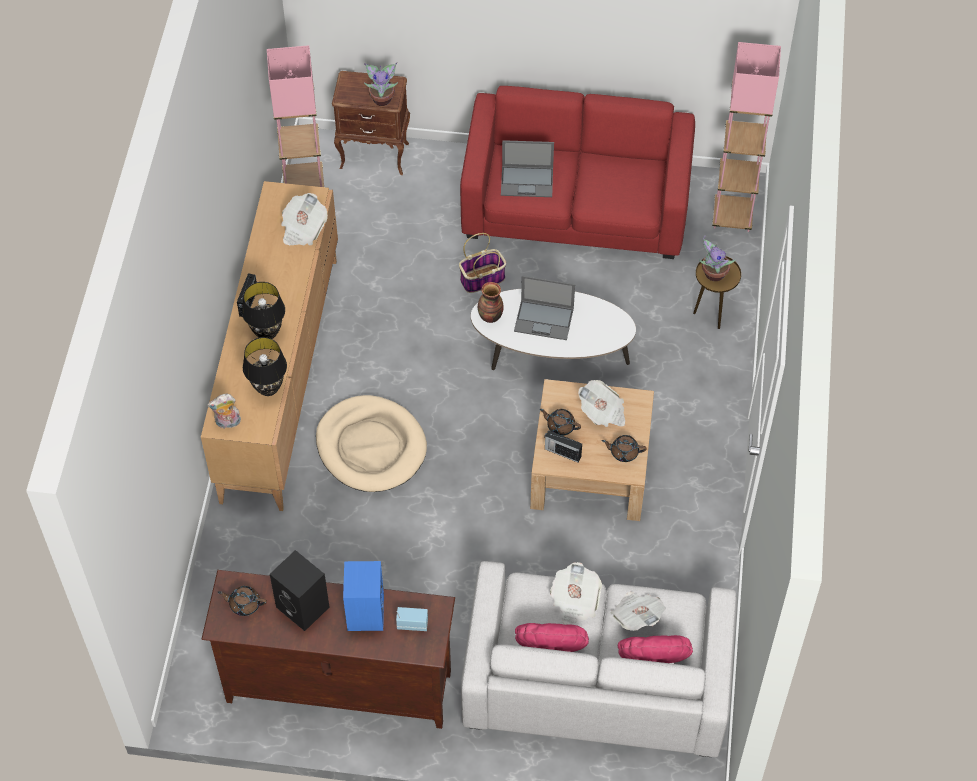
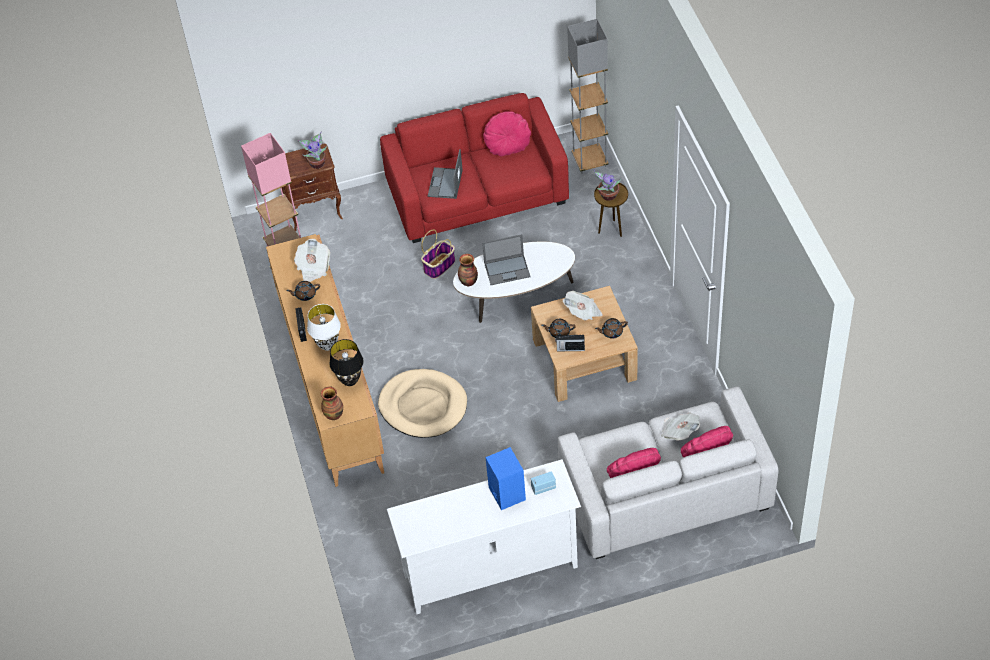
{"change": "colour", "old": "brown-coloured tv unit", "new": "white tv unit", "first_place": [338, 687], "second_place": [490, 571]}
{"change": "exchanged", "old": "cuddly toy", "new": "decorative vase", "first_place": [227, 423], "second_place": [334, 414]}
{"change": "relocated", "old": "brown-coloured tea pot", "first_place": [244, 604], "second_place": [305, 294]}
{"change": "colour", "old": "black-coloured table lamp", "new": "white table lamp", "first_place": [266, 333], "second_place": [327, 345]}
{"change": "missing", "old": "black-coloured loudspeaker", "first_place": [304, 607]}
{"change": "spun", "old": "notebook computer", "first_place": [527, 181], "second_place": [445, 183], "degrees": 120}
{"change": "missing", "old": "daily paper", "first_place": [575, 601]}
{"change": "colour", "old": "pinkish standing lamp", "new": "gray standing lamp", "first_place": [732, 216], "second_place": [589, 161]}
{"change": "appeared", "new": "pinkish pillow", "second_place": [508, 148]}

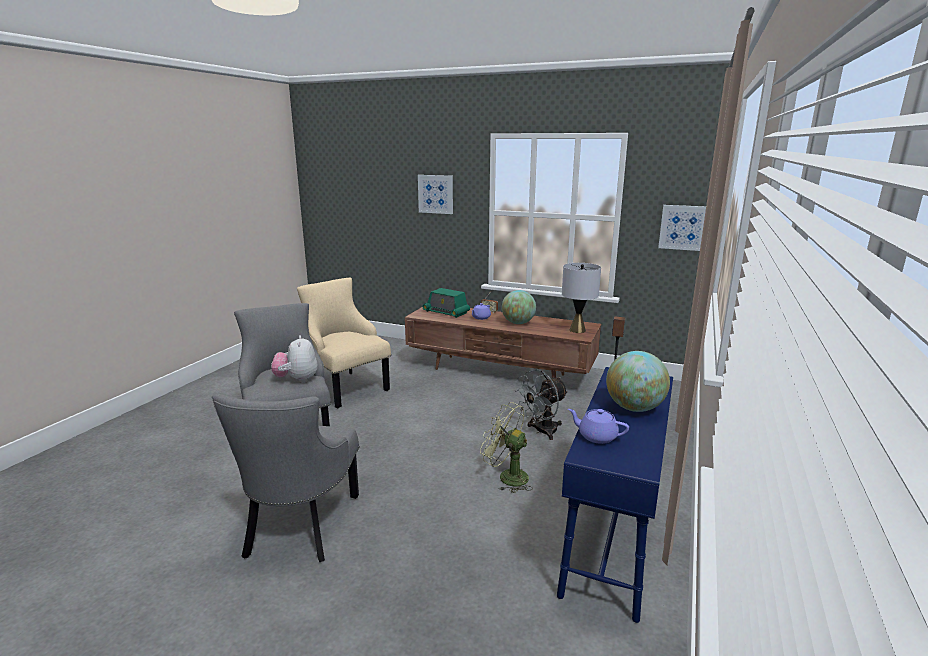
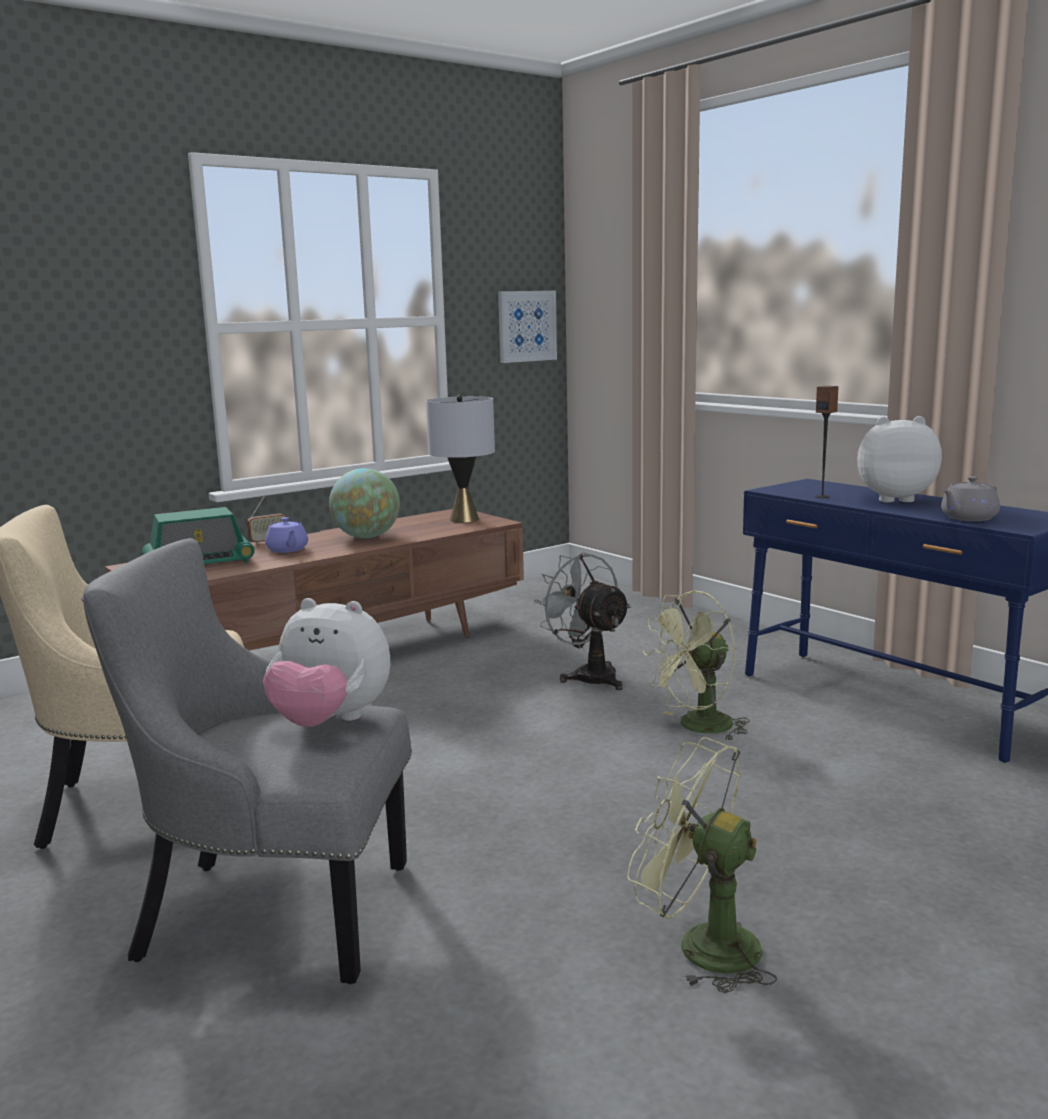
{"change": "exchanged", "old": "gray easy chair", "new": "green-coloured electric fan", "first_place": [301, 523], "second_place": [701, 946]}
{"change": "missing", "old": "wall picture", "first_place": [435, 194]}
{"change": "spun", "old": "gray electric fan", "first_place": [541, 431], "second_place": [589, 676], "degrees": 150}
{"change": "colour", "old": "purple-coloured tea pot", "new": "gray tea pot", "first_place": [596, 436], "second_place": [968, 518]}
{"change": "exchanged", "old": "globe", "new": "cuddly toy", "first_place": [634, 408], "second_place": [893, 499]}

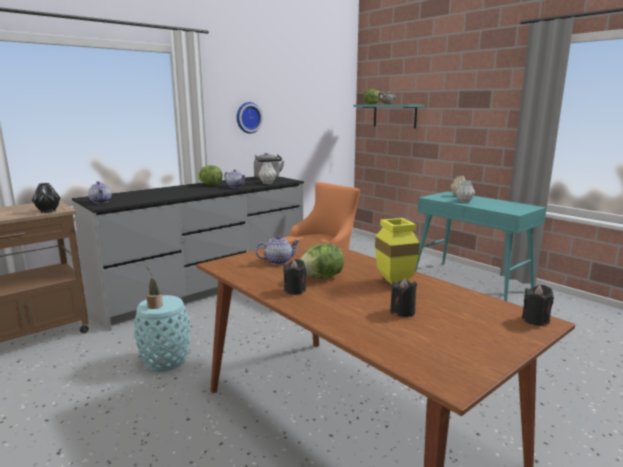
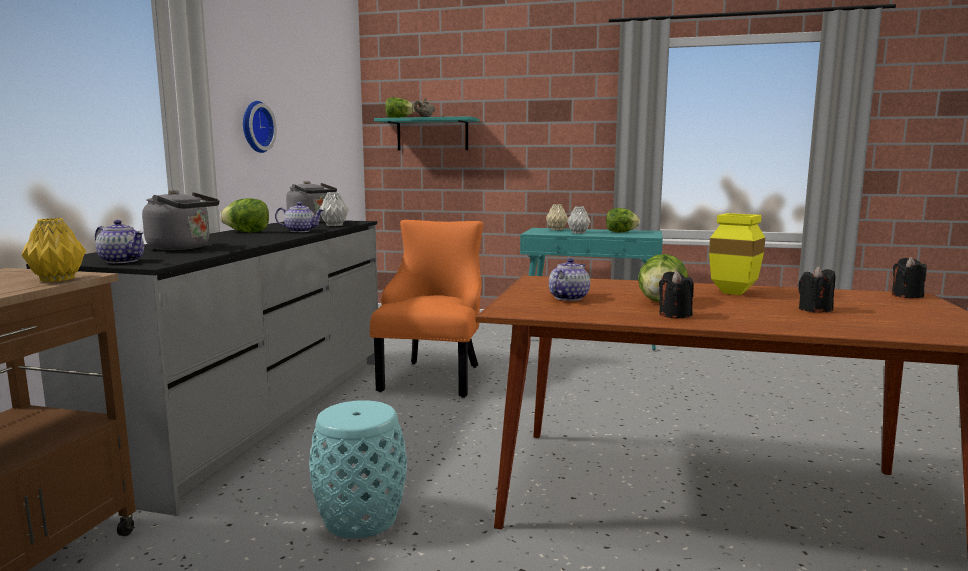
{"change": "colour", "old": "black-coloured decorative vase", "new": "yellow decorative vase", "first_place": [48, 211], "second_place": [57, 279]}
{"change": "missing", "old": "plant in a pot", "first_place": [154, 305]}
{"change": "appeared", "new": "gray water kettle", "second_place": [183, 248]}
{"change": "appeared", "new": "lettuce head", "second_place": [620, 232]}

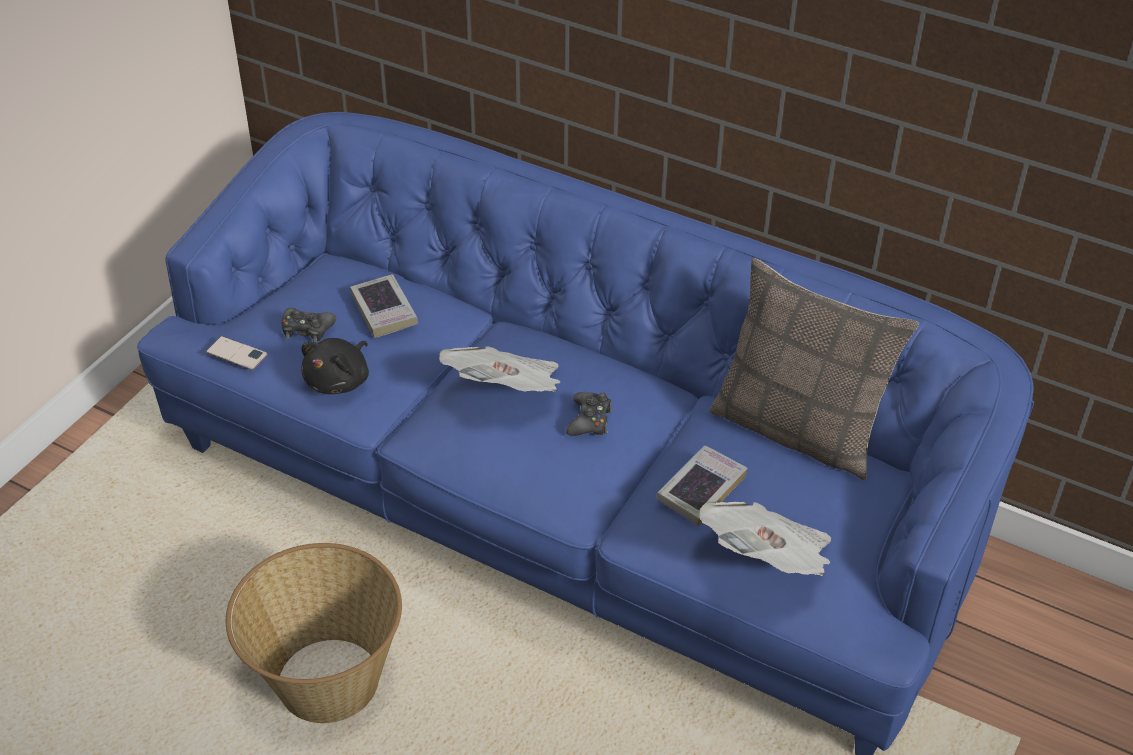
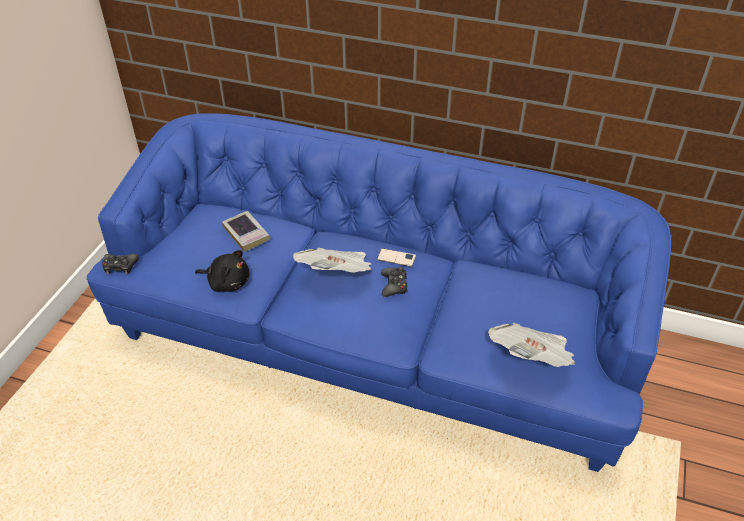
{"change": "relocated", "old": "handset", "first_place": [237, 353], "second_place": [396, 258]}
{"change": "missing", "old": "basket", "first_place": [326, 682]}
{"change": "relocated", "old": "black-coloured joypad", "first_place": [307, 329], "second_place": [120, 266]}
{"change": "spun", "old": "black-coloured cuddly toy", "first_place": [339, 381], "second_place": [227, 282], "degrees": -90}
{"change": "missing", "old": "bound book", "first_place": [701, 489]}
{"change": "missing", "old": "pillow", "first_place": [798, 429]}

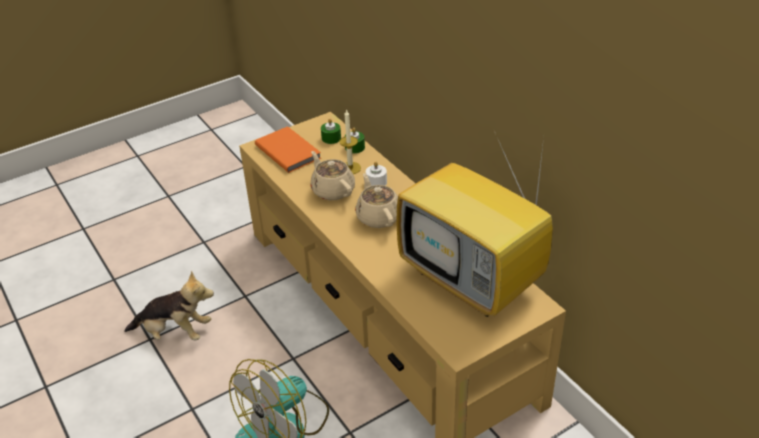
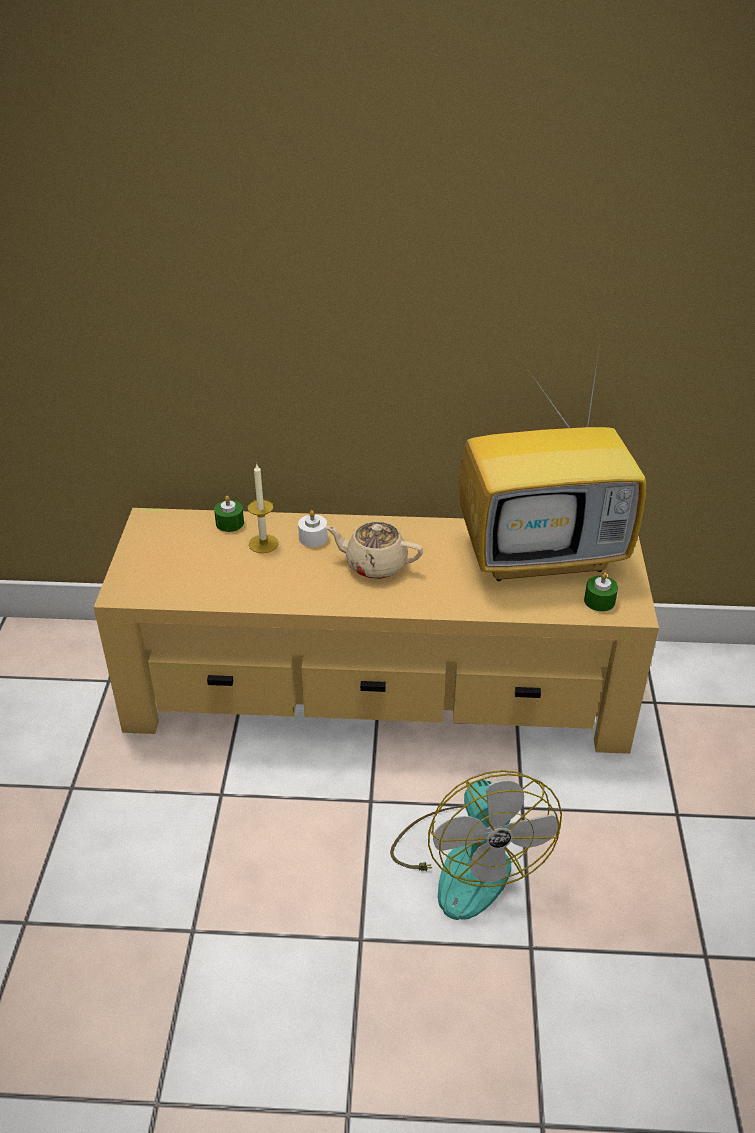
{"change": "missing", "old": "cuddly toy", "first_place": [175, 332]}
{"change": "missing", "old": "orange-coloured bound book", "first_place": [288, 151]}
{"change": "missing", "old": "sand-coloured tea pot", "first_place": [332, 190]}
{"change": "relocated", "old": "green-coloured candle", "first_place": [331, 138], "second_place": [599, 601]}

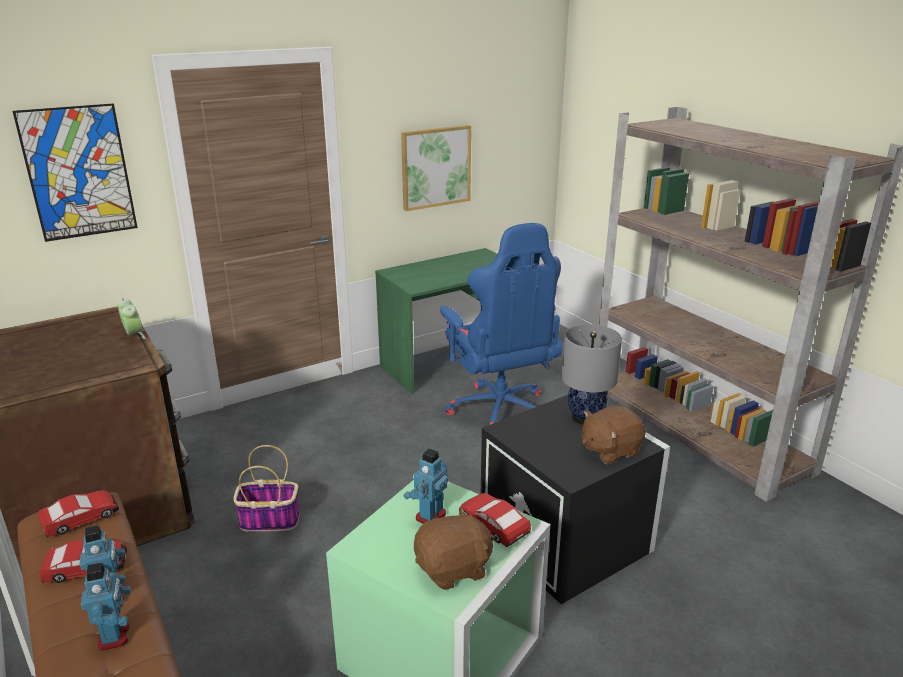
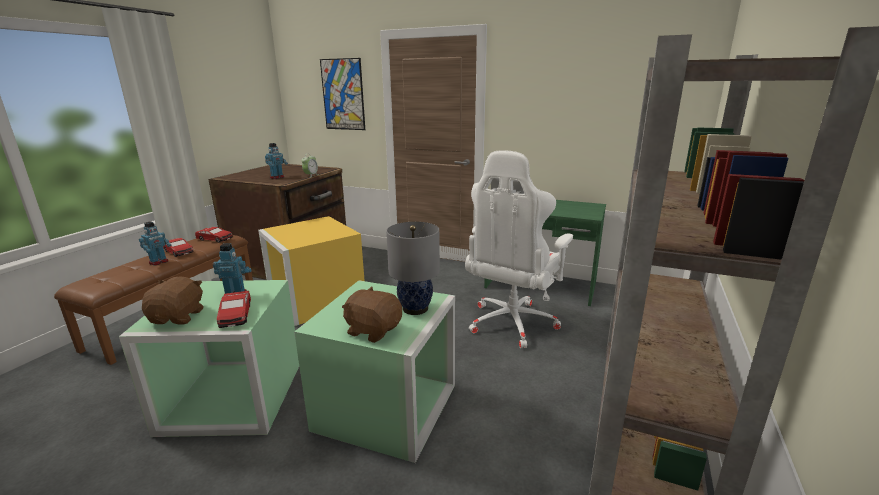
{"change": "relocated", "old": "robot figure", "first_place": [115, 636], "second_place": [277, 177]}
{"change": "exchanged", "old": "basket", "new": "yellow storage box", "first_place": [268, 520], "second_place": [315, 299]}
{"change": "missing", "old": "wall picture", "first_place": [435, 167]}
{"change": "spun", "old": "brown-coloured cuddly toy", "first_place": [453, 569], "second_place": [179, 317], "degrees": -120}
{"change": "colour", "old": "bluish computer chair", "new": "white computer chair", "first_place": [499, 411], "second_place": [512, 322]}
{"change": "spun", "old": "miniature car", "first_place": [493, 525], "second_place": [235, 315], "degrees": 150}
{"change": "colour", "old": "black-coloured storage box", "new": "green-coloured storage box", "first_place": [568, 540], "second_place": [387, 408]}

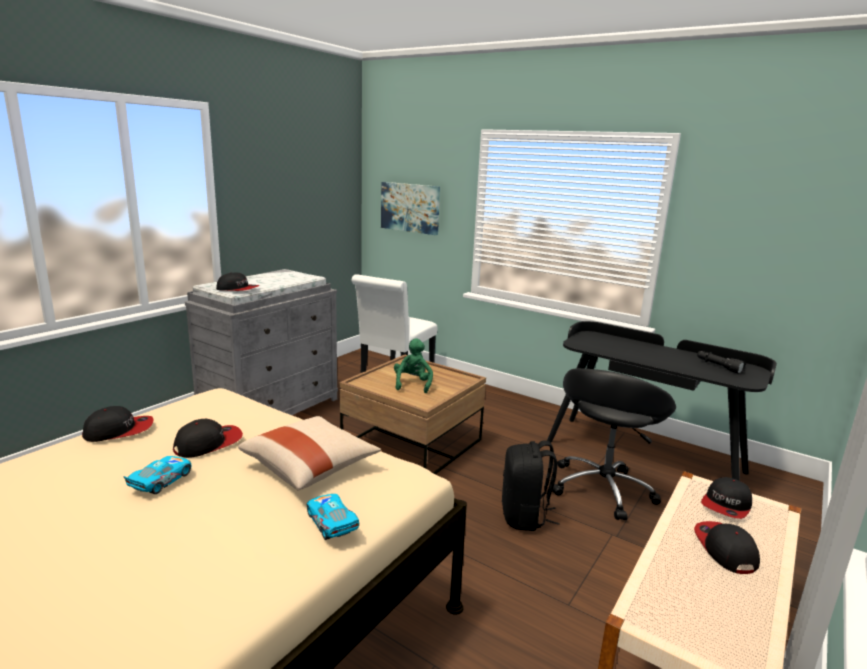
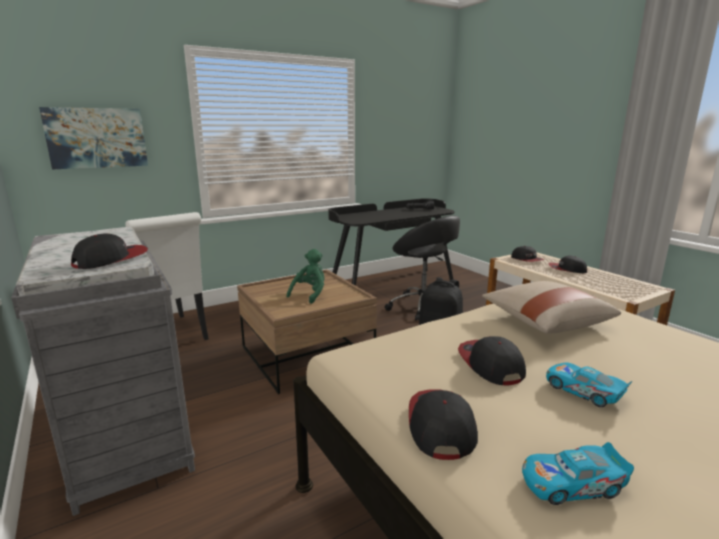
{"change": "relocated", "old": "miniature car", "first_place": [331, 523], "second_place": [571, 484]}
{"change": "spun", "old": "green-coloured cuddly toy", "first_place": [413, 384], "second_place": [310, 294], "degrees": 90}

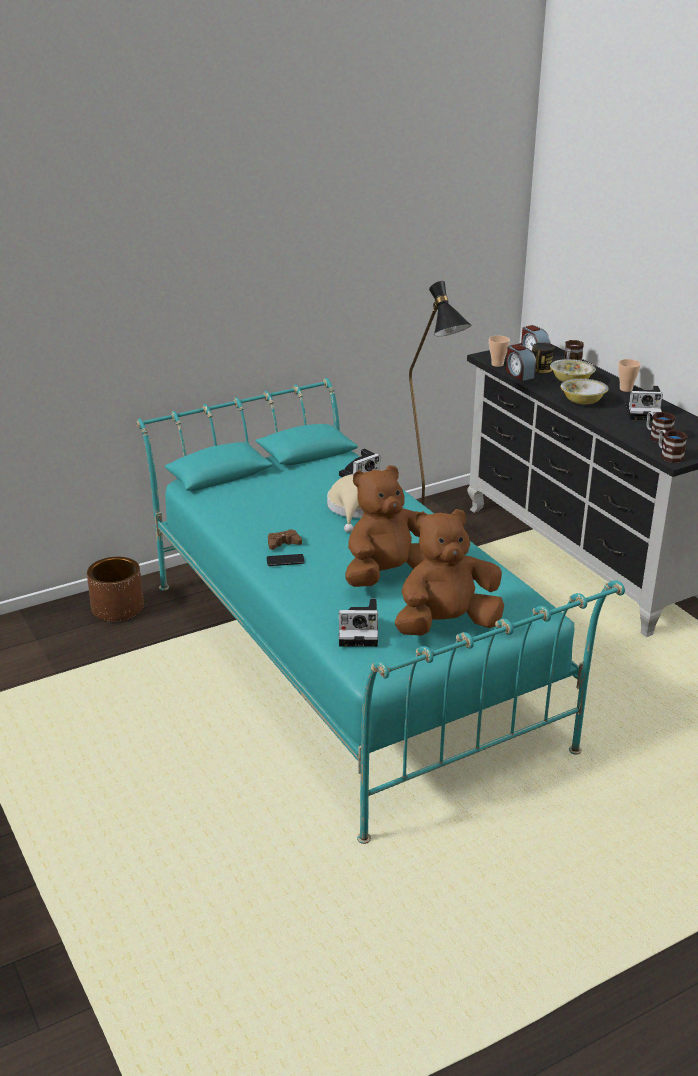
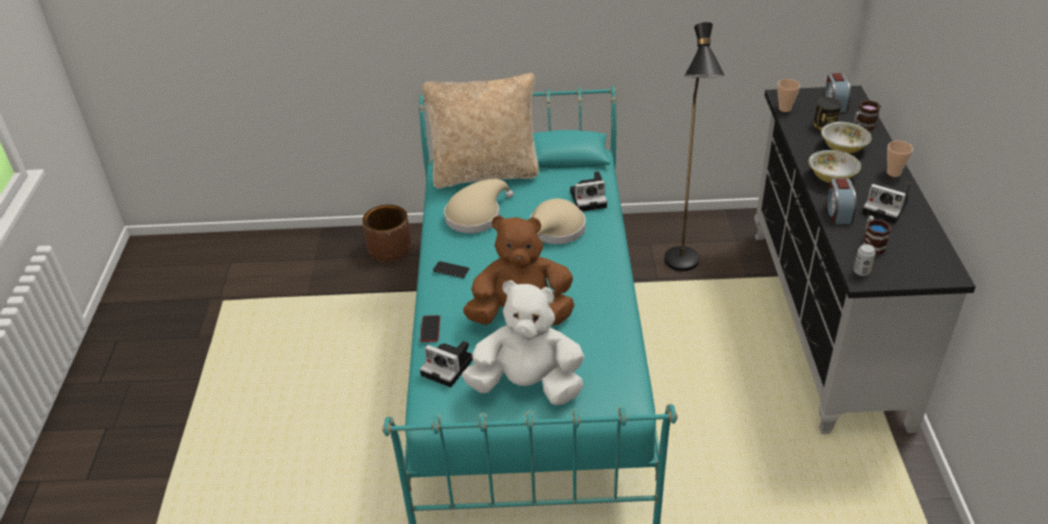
{"change": "missing", "old": "brown-coloured joypad", "first_place": [283, 544]}
{"change": "colour", "old": "brown-coloured cuddly toy", "new": "white cuddly toy", "first_place": [446, 625], "second_place": [527, 385]}
{"change": "relocated", "old": "bedside clock", "first_place": [519, 374], "second_place": [838, 213]}
{"change": "exchanged", "old": "mug", "new": "can", "first_place": [668, 455], "second_place": [861, 272]}
{"change": "appeared", "new": "handset", "second_place": [430, 329]}
{"change": "appeared", "new": "sand-coloured pillow", "second_place": [486, 176]}
{"change": "appeared", "new": "sand-coloured wearable hat", "second_place": [476, 215]}

